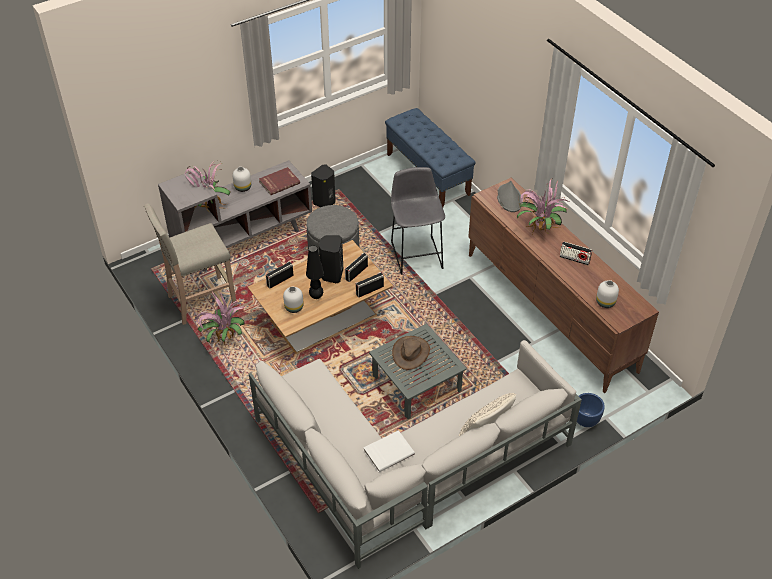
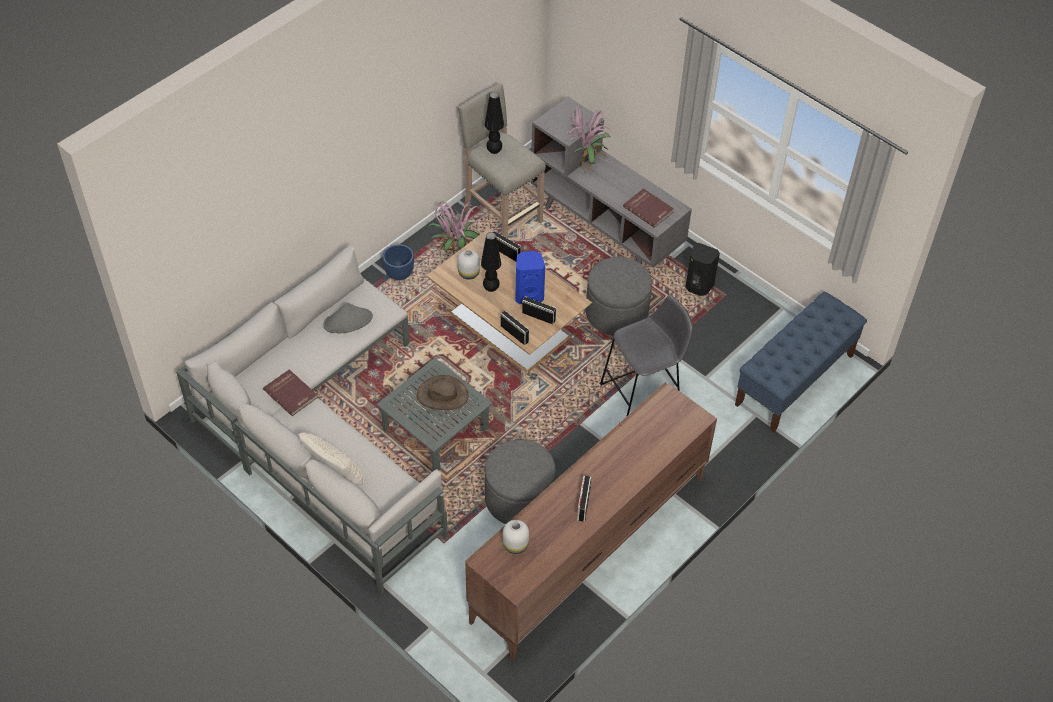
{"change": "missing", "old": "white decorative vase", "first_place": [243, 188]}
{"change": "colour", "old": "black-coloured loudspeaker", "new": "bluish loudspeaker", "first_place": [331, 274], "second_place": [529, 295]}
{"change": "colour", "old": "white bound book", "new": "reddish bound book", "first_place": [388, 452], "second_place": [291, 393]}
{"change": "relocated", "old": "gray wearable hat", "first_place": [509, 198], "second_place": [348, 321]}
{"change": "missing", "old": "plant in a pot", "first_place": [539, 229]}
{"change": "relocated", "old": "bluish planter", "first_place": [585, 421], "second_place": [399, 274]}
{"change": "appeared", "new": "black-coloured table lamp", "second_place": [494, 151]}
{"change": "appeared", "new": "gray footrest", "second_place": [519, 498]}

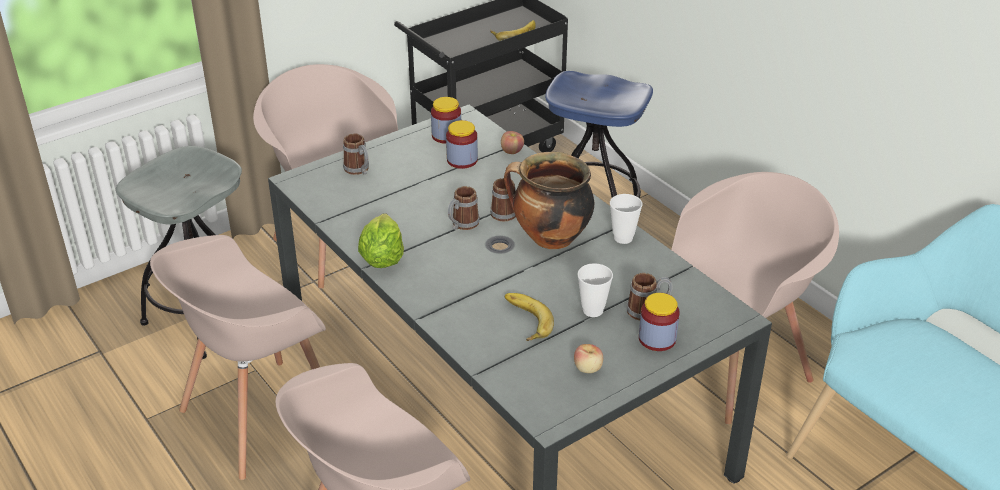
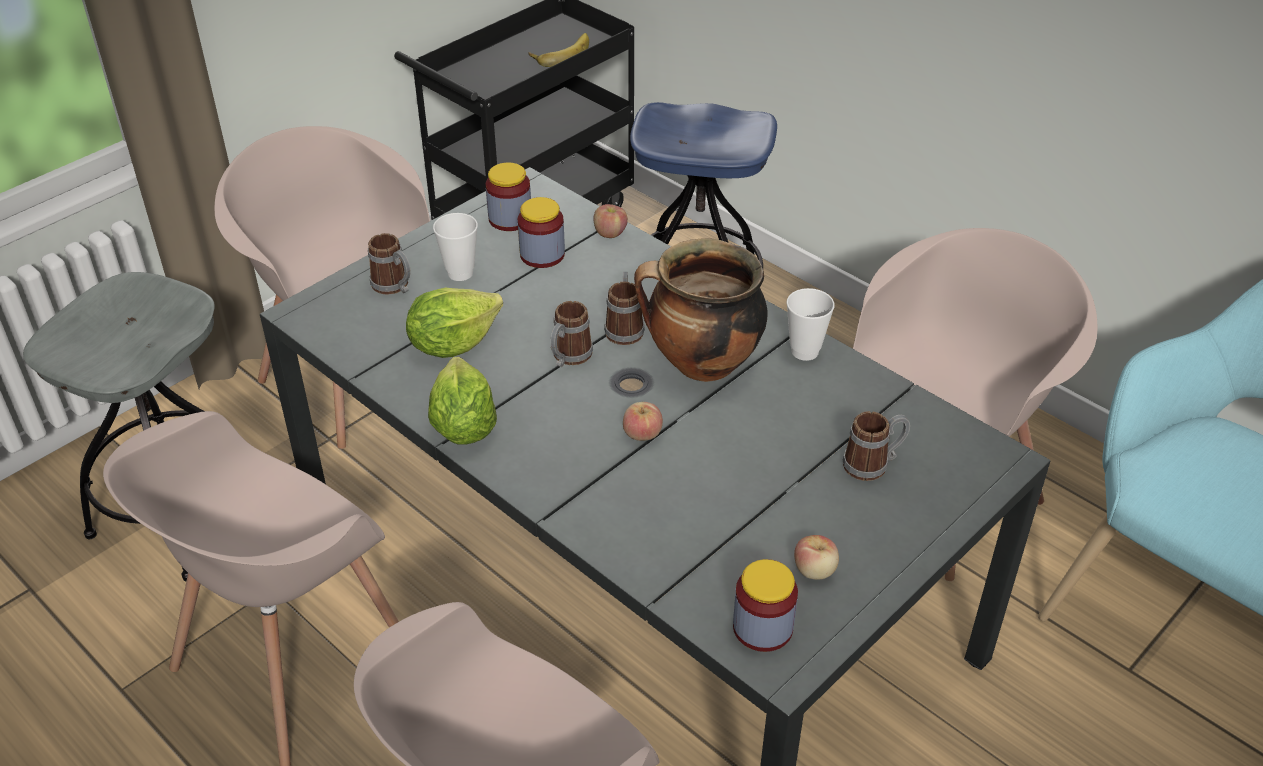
{"change": "missing", "old": "whole banana", "first_place": [524, 321]}
{"change": "relocated", "old": "drinking cup", "first_place": [593, 310], "second_place": [460, 273]}
{"change": "relocated", "old": "storage jar", "first_place": [657, 339], "second_place": [762, 628]}
{"change": "appeared", "new": "lettuce head", "second_place": [452, 343]}
{"change": "appeared", "new": "whole apple", "second_place": [642, 434]}

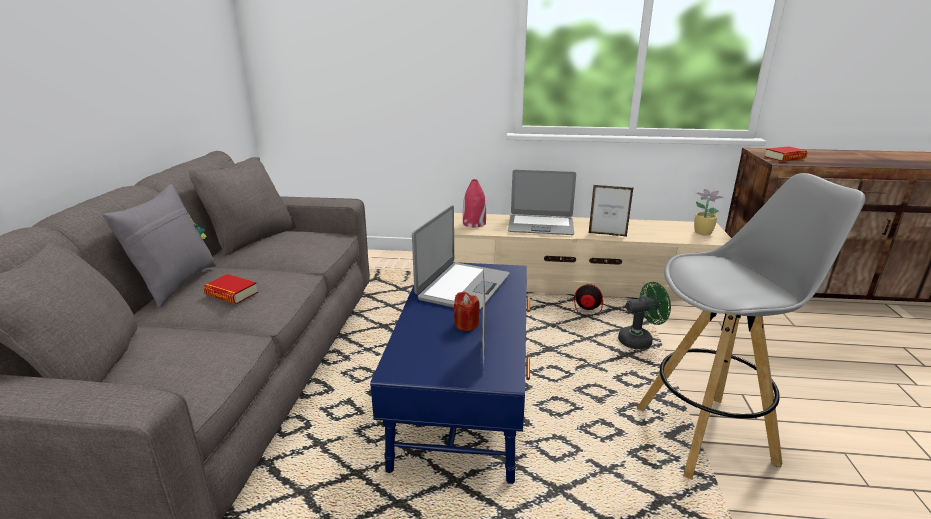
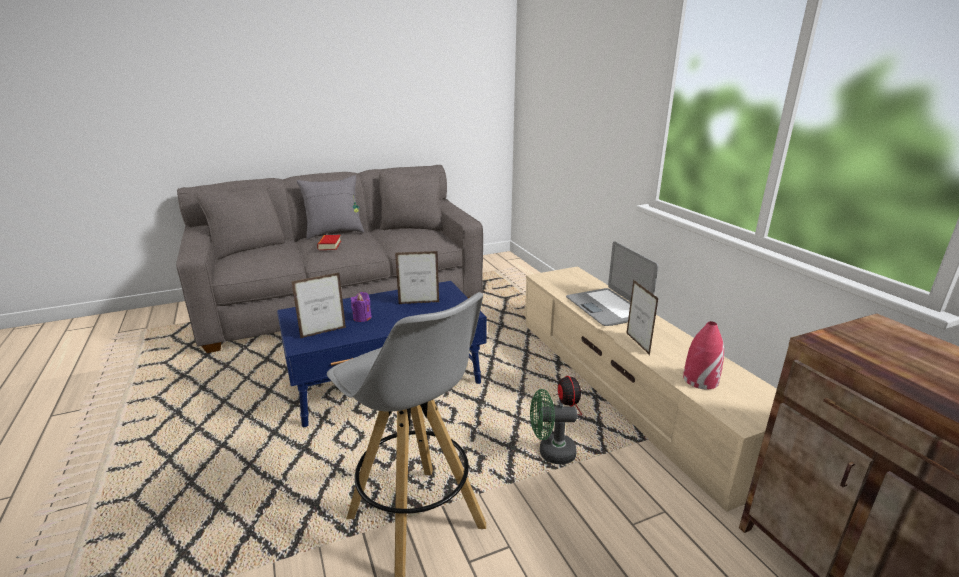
{"change": "exchanged", "old": "notebook computer", "new": "photo frame", "first_place": [463, 287], "second_place": [419, 303]}
{"change": "colour", "old": "reddish candle", "new": "purple-coloured candle", "first_place": [466, 324], "second_place": [362, 318]}
{"change": "relocated", "old": "reddish decorative vase", "first_place": [474, 223], "second_place": [700, 380]}
{"change": "spun", "old": "green-coloured electric fan", "first_place": [640, 340], "second_place": [550, 452], "degrees": 135}
{"change": "missing", "old": "plant in a pot", "first_place": [701, 232]}
{"change": "missing", "old": "bound book", "first_place": [784, 158]}

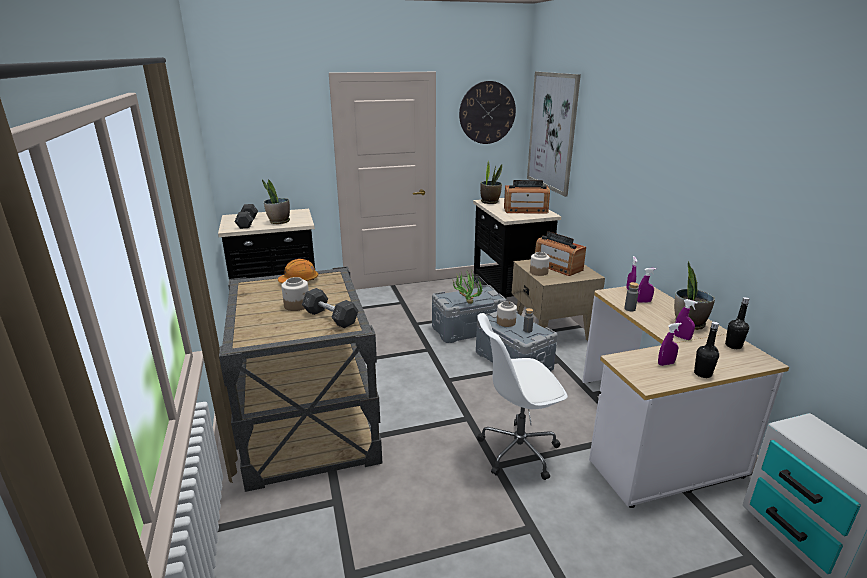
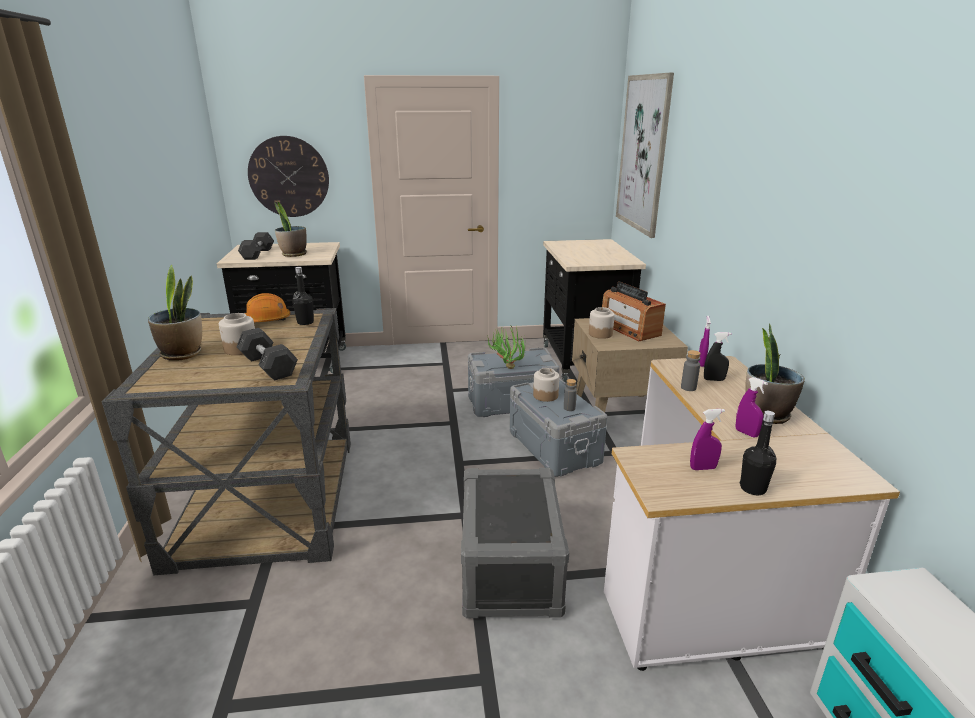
{"change": "relocated", "old": "clock on the wall", "first_place": [487, 113], "second_place": [289, 177]}
{"change": "exchanged", "old": "white computer chair", "new": "gray storage box", "first_place": [516, 452], "second_place": [509, 568]}
{"change": "relocated", "old": "plant in a pot", "first_place": [490, 202], "second_place": [182, 354]}
{"change": "missing", "old": "radio set", "first_place": [525, 210]}
{"change": "colour", "old": "purple-coloured spray bottle", "new": "black-coloured spray bottle", "first_place": [643, 302], "second_place": [714, 380]}
{"change": "relocated", "old": "black-coloured bottle", "first_place": [733, 346], "second_place": [305, 322]}

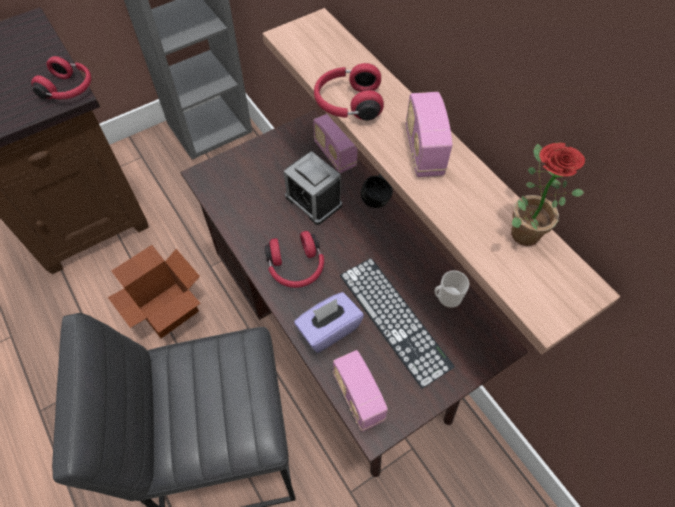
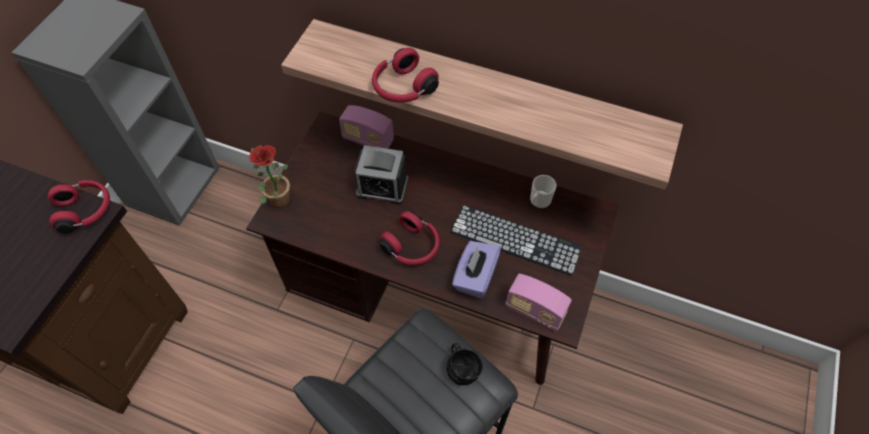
{"change": "missing", "old": "packing box", "first_place": [168, 310]}
{"change": "relocated", "old": "black-coloured mug", "first_place": [377, 198], "second_place": [462, 368]}
{"change": "missing", "old": "radio set", "first_place": [423, 151]}
{"change": "relocated", "old": "plant in a pot", "first_place": [521, 229], "second_place": [276, 198]}

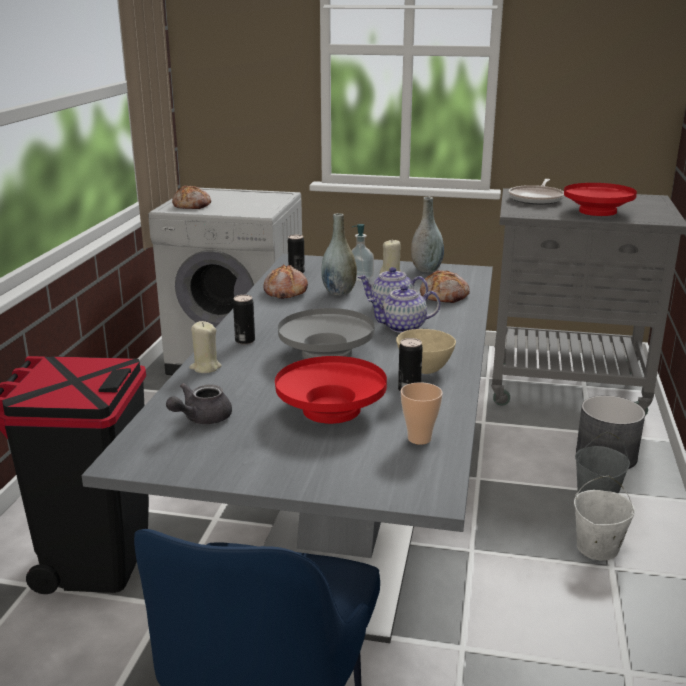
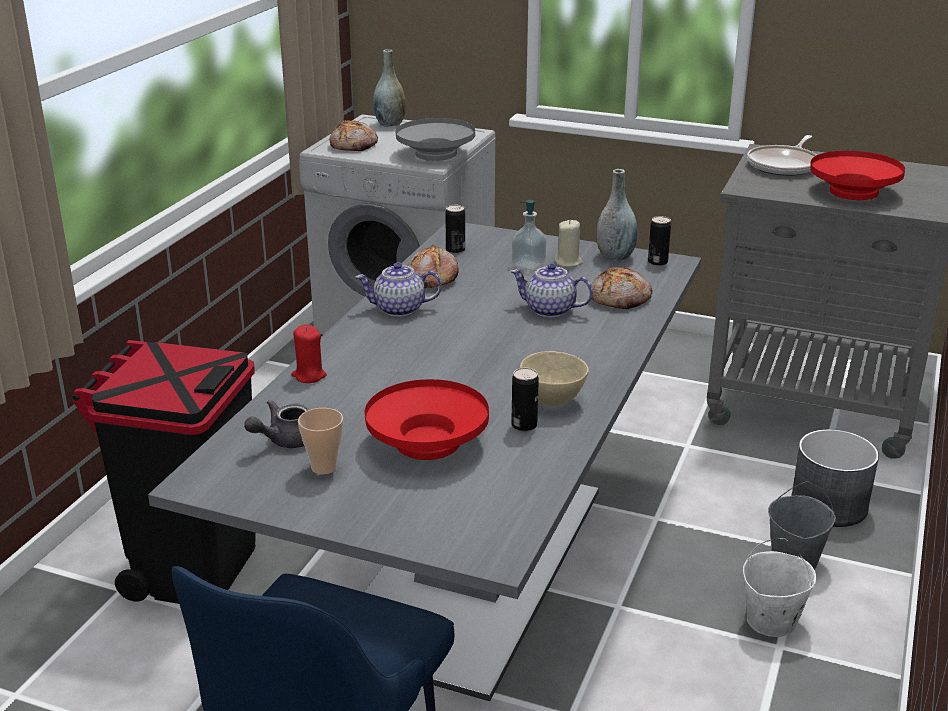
{"change": "colour", "old": "sand-coloured candle", "new": "reddish candle", "first_place": [205, 367], "second_place": [309, 375]}
{"change": "relocated", "old": "can", "first_place": [245, 341], "second_place": [657, 262]}
{"change": "relocated", "old": "gray serving bowl", "first_place": [326, 353], "second_place": [435, 154]}
{"change": "relocated", "old": "gray decorative vase", "first_place": [339, 292], "second_place": [390, 124]}
{"change": "relocated", "old": "tea pot", "first_place": [403, 327], "second_place": [399, 309]}
{"change": "relocated", "old": "drinking cup", "first_place": [419, 438], "second_place": [324, 467]}

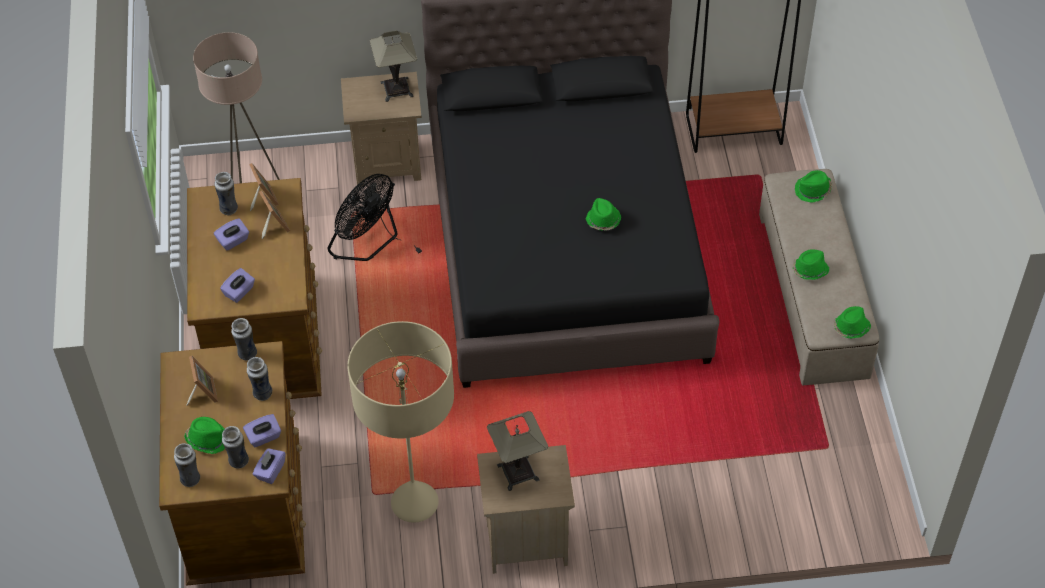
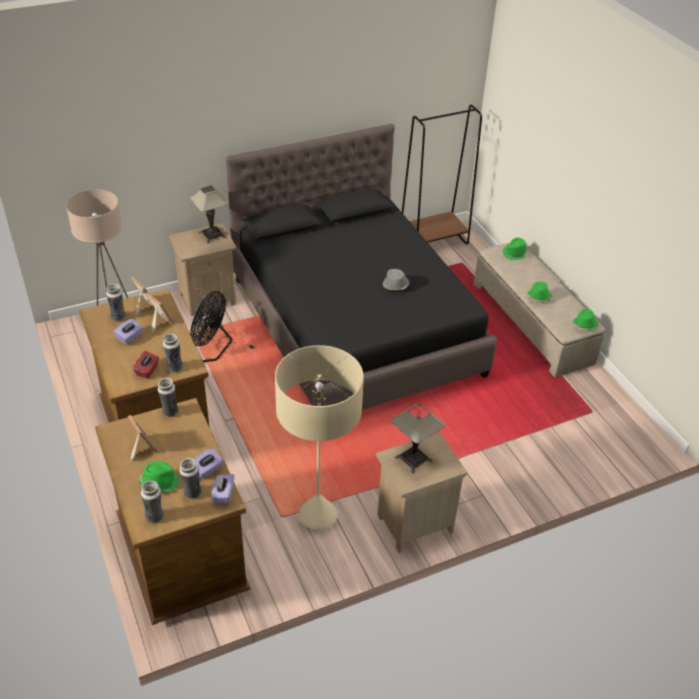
{"change": "colour", "old": "purple-coloured tissue box", "new": "reddish tissue box", "first_place": [239, 292], "second_place": [147, 370]}
{"change": "relocated", "old": "decorative vase", "first_place": [262, 393], "second_place": [174, 367]}
{"change": "colour", "old": "green-coloured wearable hat", "new": "gray wearable hat", "first_place": [603, 220], "second_place": [395, 285]}

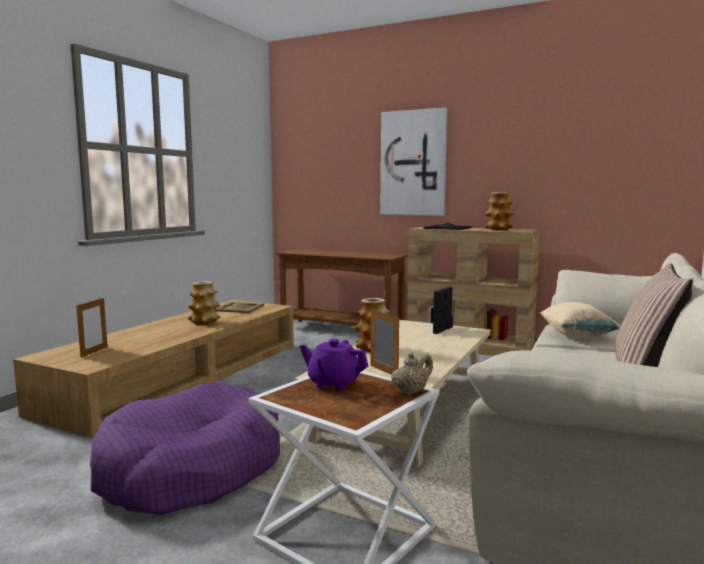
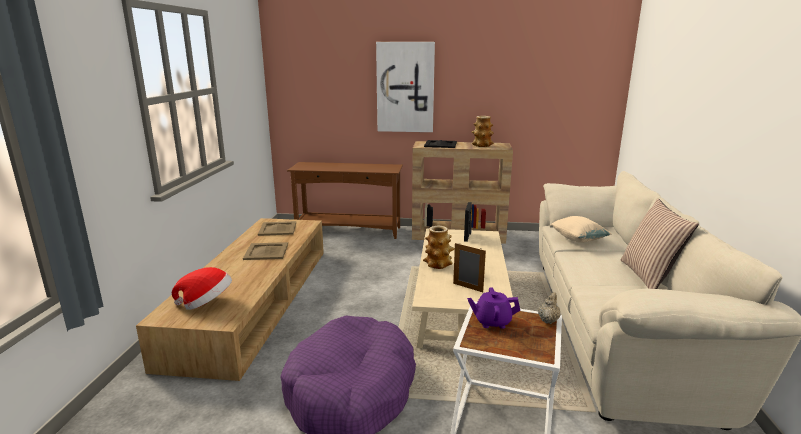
{"change": "exchanged", "old": "photo frame", "new": "wearable hat", "first_place": [94, 352], "second_place": [207, 303]}
{"change": "exchanged", "old": "decorative vase", "new": "sand-coloured tray", "first_place": [204, 322], "second_place": [267, 251]}

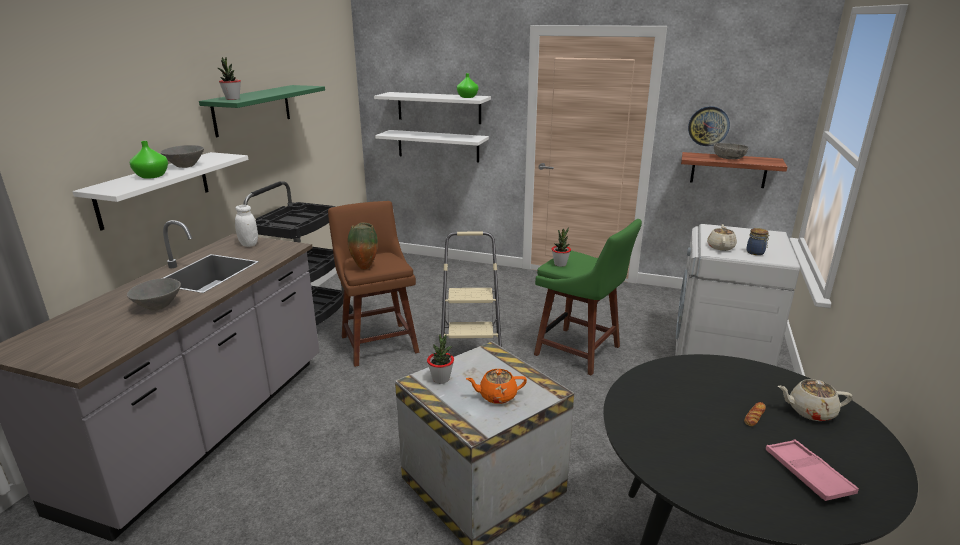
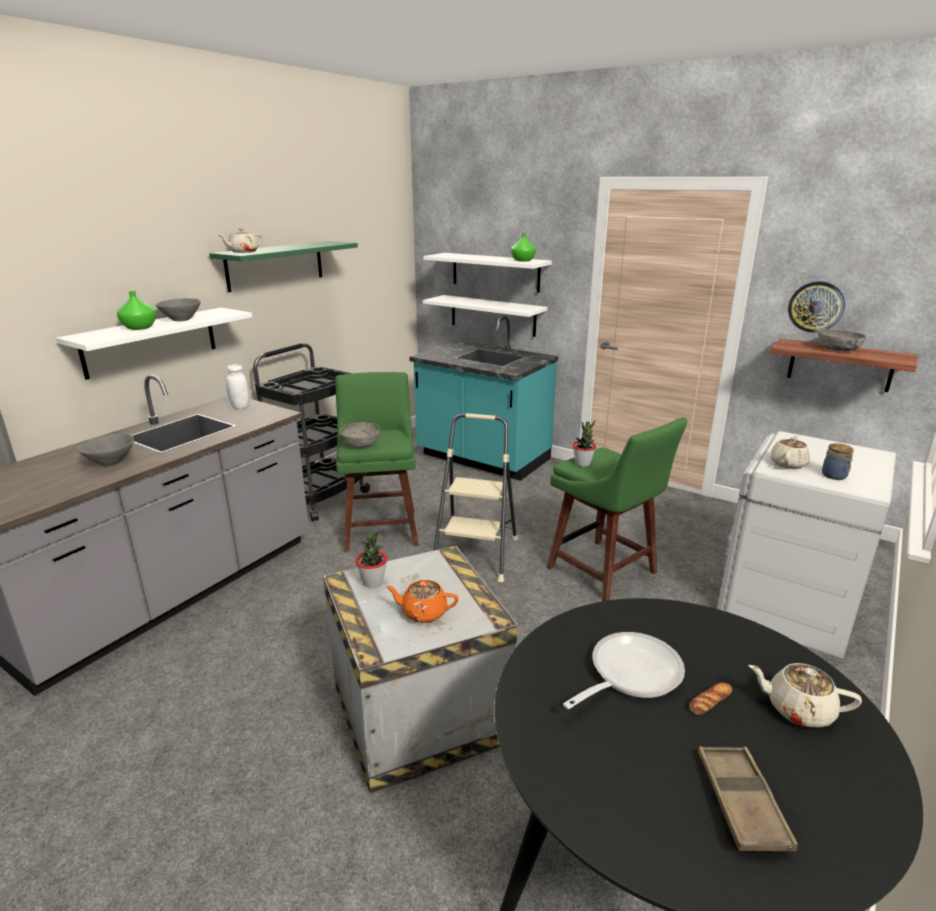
{"change": "exchanged", "old": "plant in a pot", "new": "sand-coloured tea pot", "first_place": [232, 99], "second_place": [243, 252]}
{"change": "colour", "old": "brown-coloured stool seat", "new": "green-coloured stool seat", "first_place": [379, 342], "second_place": [381, 528]}
{"change": "exchanged", "old": "decorative vase", "new": "gray serving bowl", "first_place": [364, 268], "second_place": [361, 444]}
{"change": "colour", "old": "pinkish tray", "new": "brown-coloured tray", "first_place": [807, 474], "second_place": [741, 802]}
{"change": "appeared", "new": "blue-green counter", "second_place": [482, 458]}
{"change": "appeared", "new": "pan", "second_place": [629, 674]}

